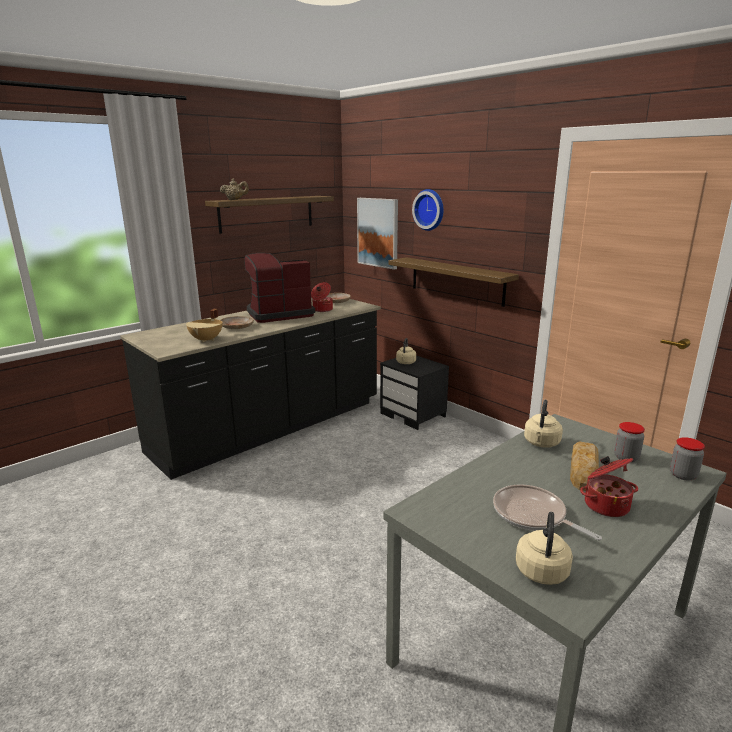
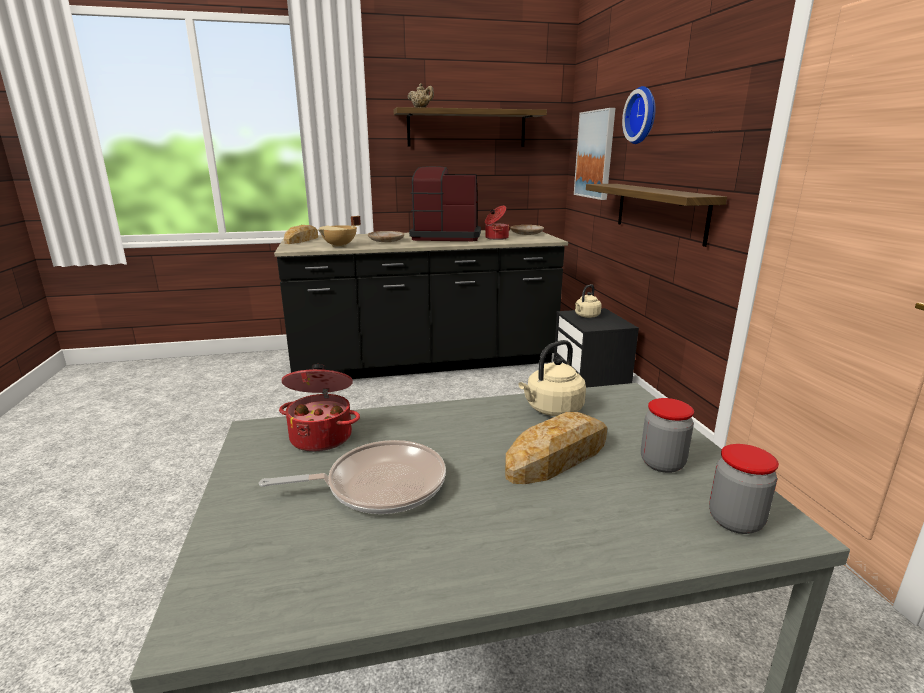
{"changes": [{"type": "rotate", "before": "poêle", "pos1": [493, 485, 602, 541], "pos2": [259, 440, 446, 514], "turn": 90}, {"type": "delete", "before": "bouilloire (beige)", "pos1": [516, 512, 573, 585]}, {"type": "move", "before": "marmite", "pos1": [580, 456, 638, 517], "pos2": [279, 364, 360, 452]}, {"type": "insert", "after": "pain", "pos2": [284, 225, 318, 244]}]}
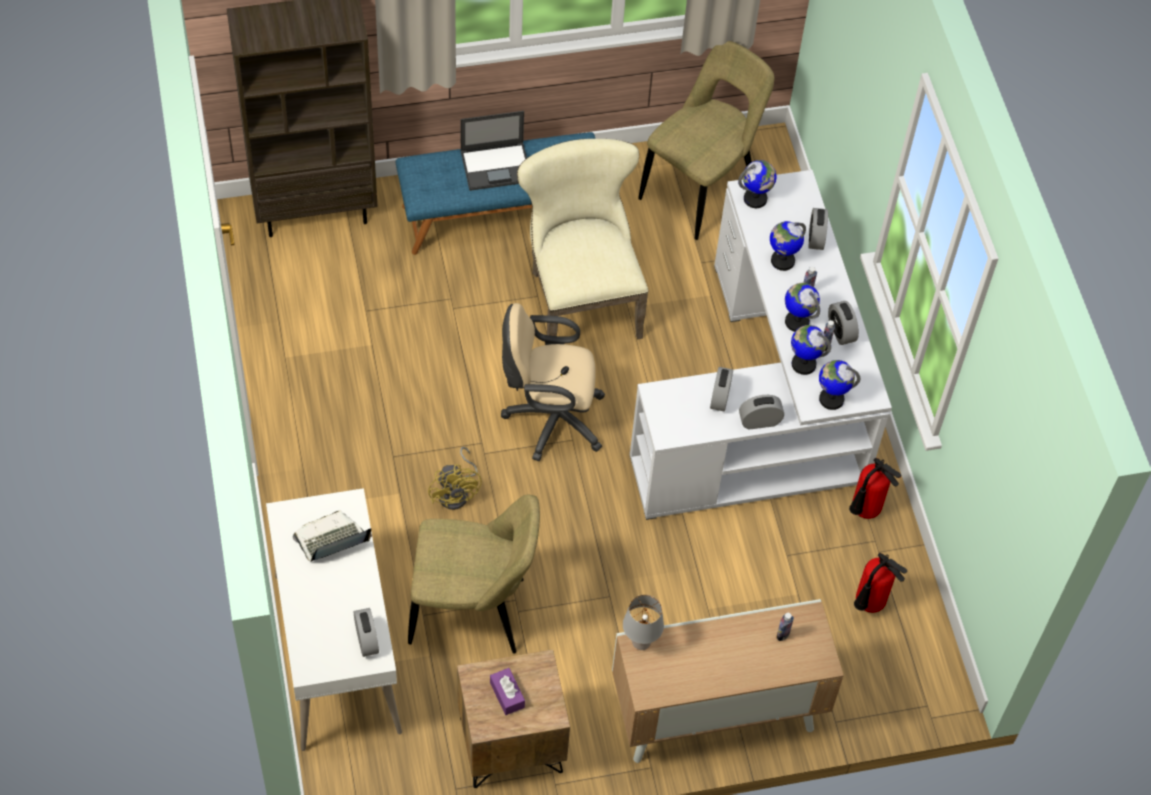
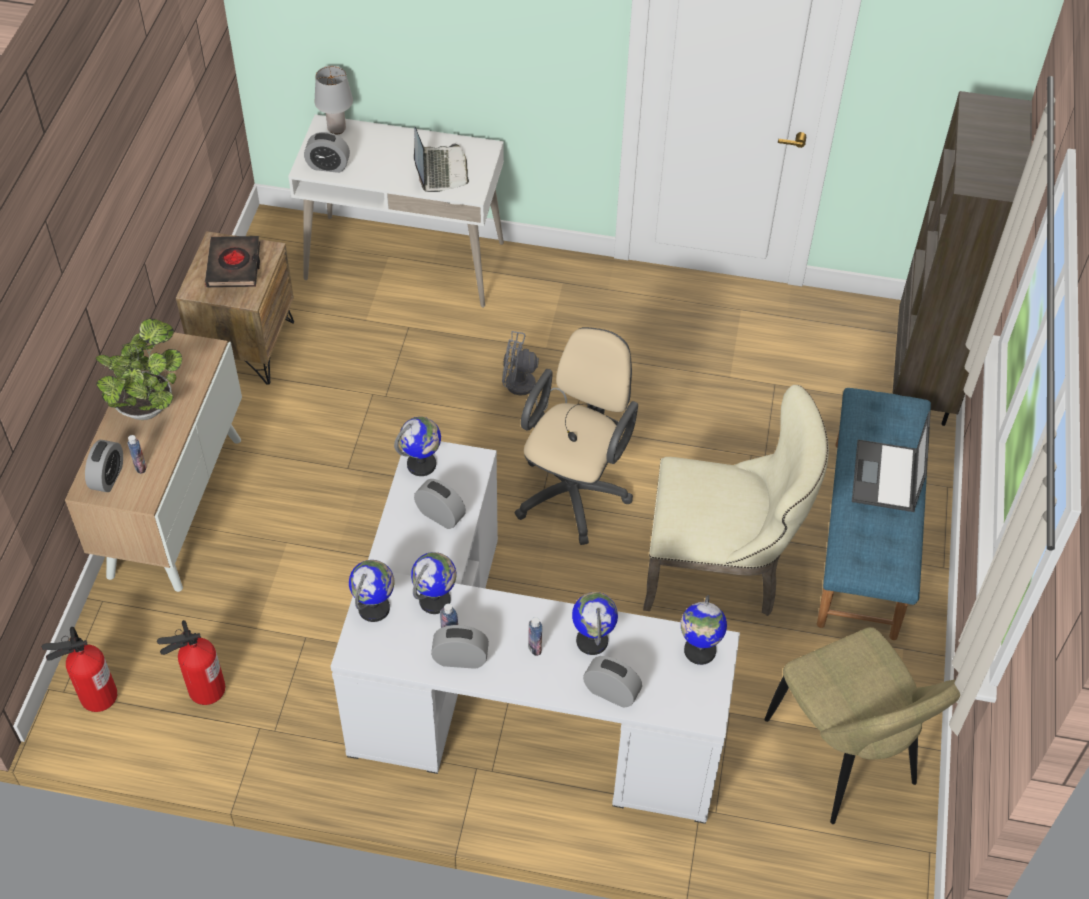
{"changes": [{"type": "delete", "before": "chaise (beige)", "pos1": [408, 495, 540, 653]}, {"type": "recolor", "before": "ventilateur (jaune)", "after": "ventilateur (gris)", "pos1": [428, 447, 482, 510], "pos2": [502, 331, 567, 411]}, {"type": "replace", "before": "boîte à mouchoirs (violet)", "after": "livre (noir)", "pos1": [490, 668, 525, 715], "pos2": [205, 236, 260, 288]}, {"type": "move", "before": "lampe de table (gris)", "pos1": [623, 595, 664, 650], "pos2": [315, 66, 353, 135]}, {"type": "move", "before": "réveil", "pos1": [739, 395, 784, 430], "pos2": [85, 440, 123, 492]}, {"type": "move", "before": "globe", "pos1": [785, 283, 820, 332], "pos2": [394, 417, 441, 476]}, {"type": "move", "before": "extincteur", "pos1": [849, 458, 901, 519], "pos2": [42, 627, 117, 712]}, {"type": "insert", "after": "plante en pot", "pos2": [95, 318, 182, 420]}]}
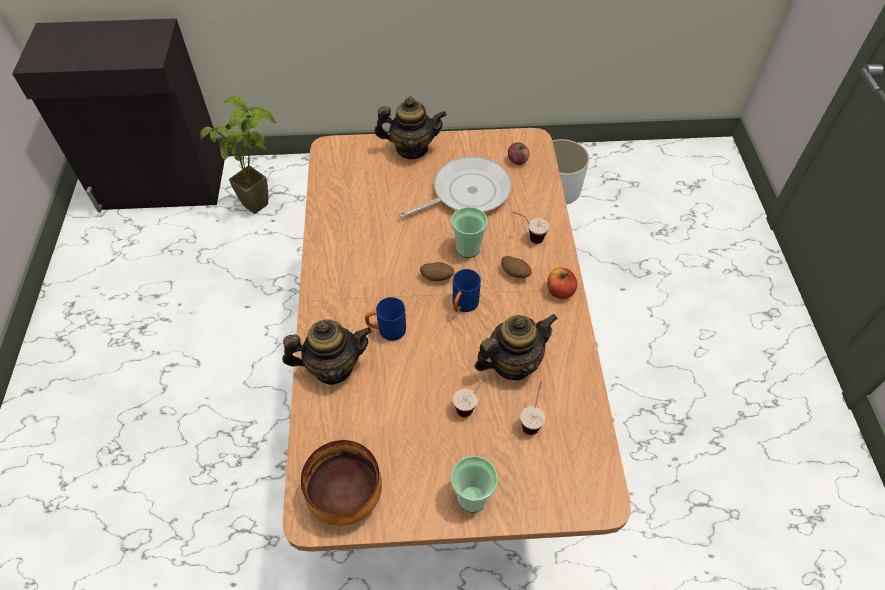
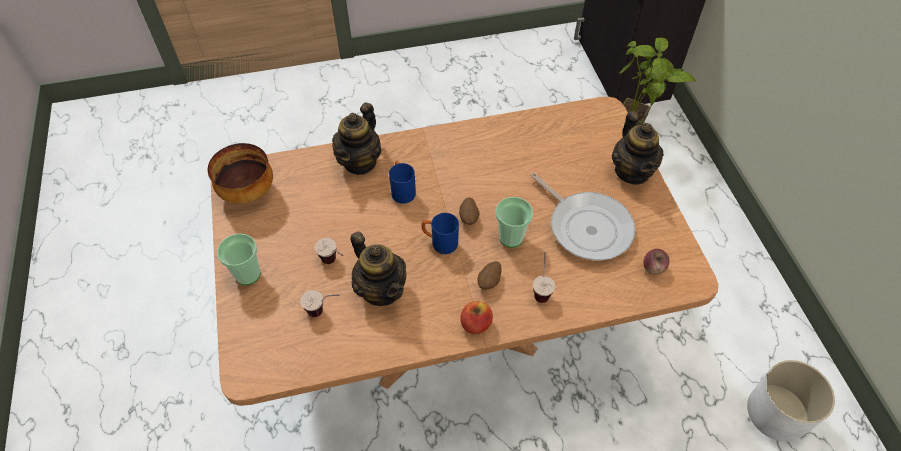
{"changes": [{"type": "rotate", "before": "théière", "pos1": [282, 319, 372, 385], "pos2": [332, 102, 382, 175], "turn": 45}]}
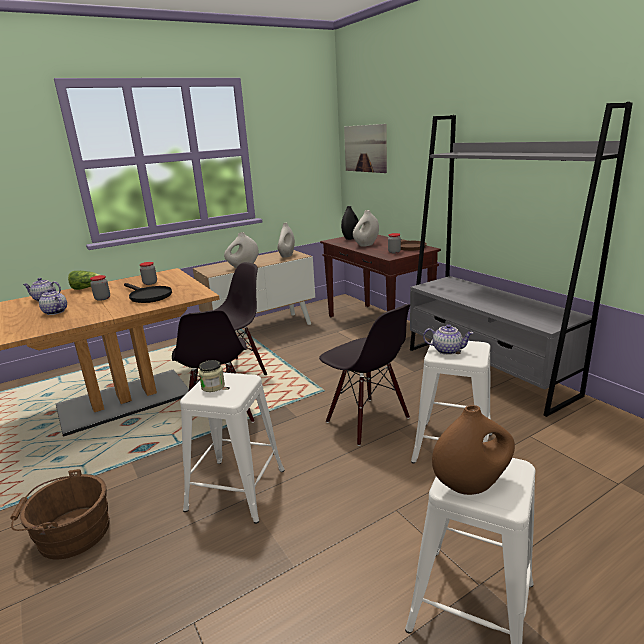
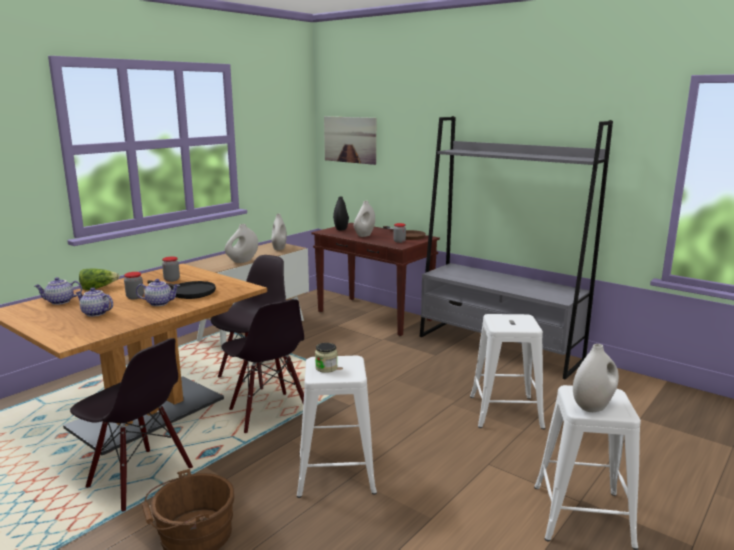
{"changes": [{"type": "move", "before": "chaise (noir)", "pos1": [319, 304, 410, 446], "pos2": [70, 338, 193, 511]}, {"type": "move", "before": "théière", "pos1": [423, 324, 473, 355], "pos2": [136, 279, 180, 306]}, {"type": "recolor", "before": "vase (marron)", "after": "vase (blanc)", "pos1": [432, 405, 515, 495], "pos2": [573, 344, 619, 412]}]}
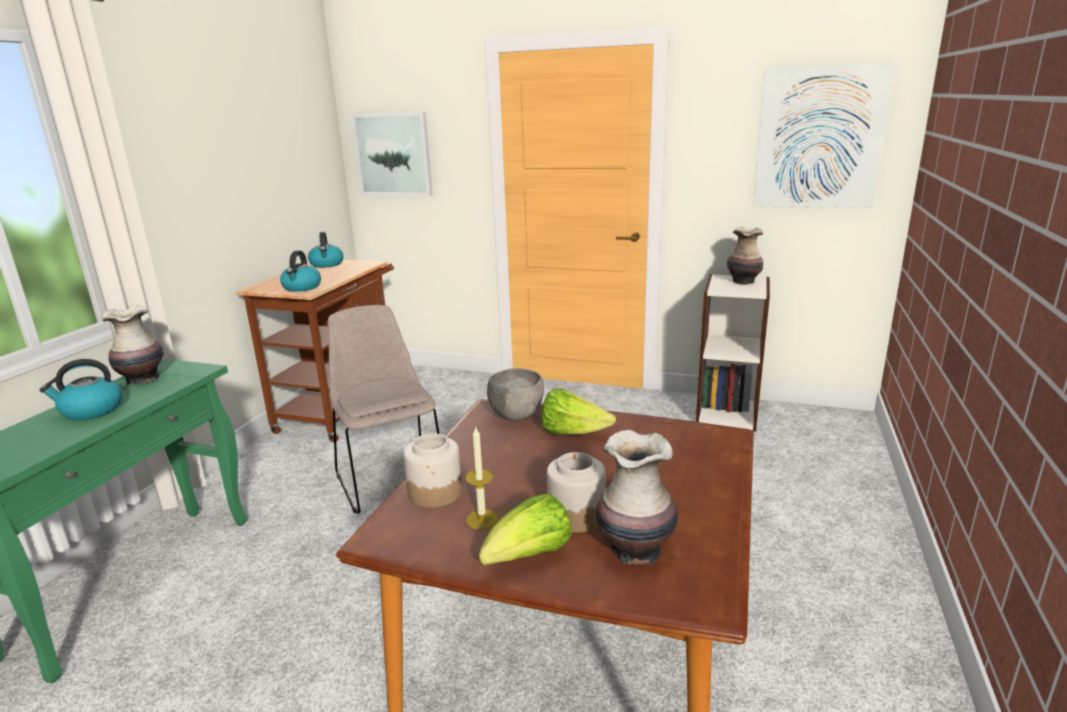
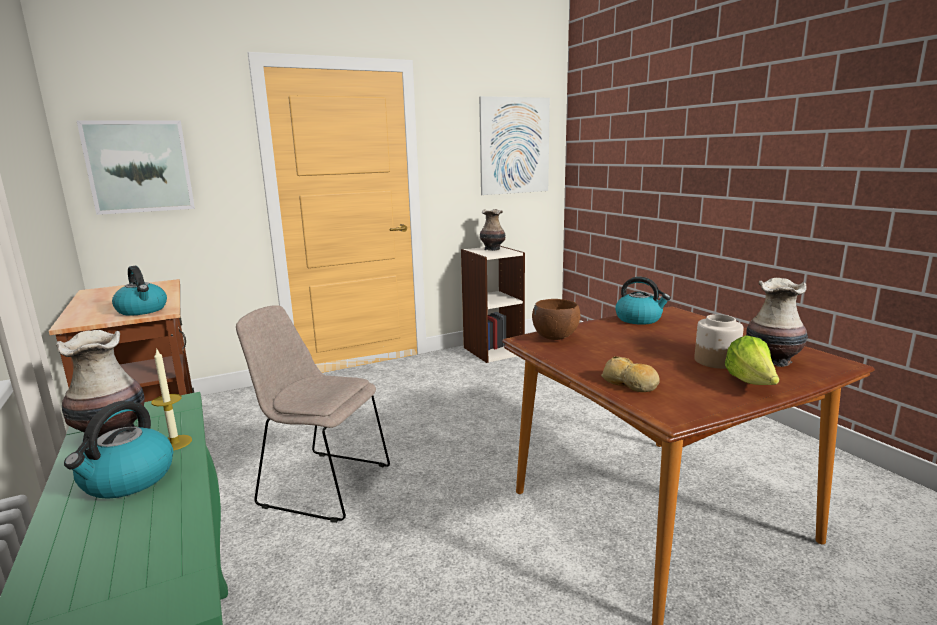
{"changes": [{"type": "move", "before": "bouilloire", "pos1": [308, 232, 344, 268], "pos2": [615, 277, 671, 325]}, {"type": "replace", "before": "bocal", "after": "pain", "pos1": [404, 434, 462, 508], "pos2": [601, 356, 660, 392]}, {"type": "move", "before": "bougie", "pos1": [465, 426, 498, 530], "pos2": [151, 348, 192, 451]}, {"type": "recolor", "before": "bol (gris)", "after": "bol (marron)", "pos1": [487, 368, 544, 420], "pos2": [532, 299, 580, 340]}, {"type": "delete", "before": "laitue", "pos1": [541, 388, 616, 435]}]}
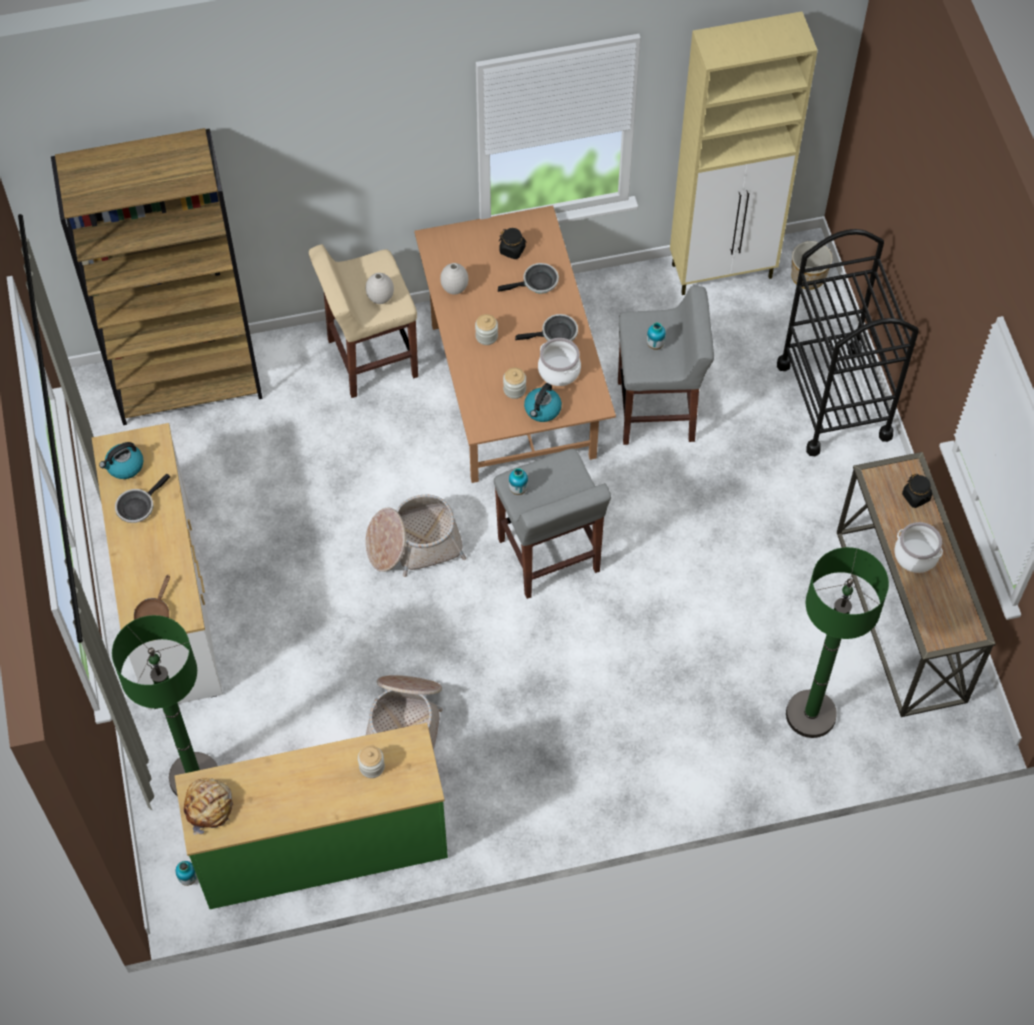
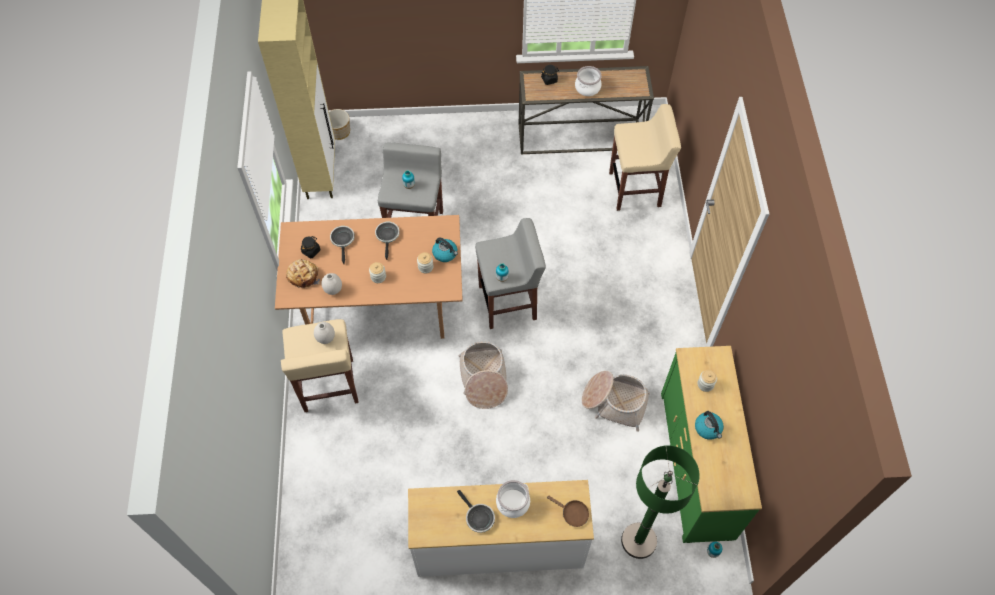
{"changes": [{"type": "delete", "before": "bibliothèque (marron)", "pos1": [51, 128, 263, 425]}, {"type": "move", "before": "bouilloire", "pos1": [99, 442, 144, 479], "pos2": [695, 411, 724, 440]}, {"type": "move", "before": "pain", "pos1": [184, 778, 233, 835], "pos2": [286, 259, 320, 288]}, {"type": "move", "before": "marmite", "pos1": [538, 338, 581, 386], "pos2": [496, 480, 530, 518]}, {"type": "delete", "before": "chariot (noir)", "pos1": [777, 229, 919, 456]}, {"type": "replace", "before": "lampadaire (vert)", "after": "tabouret (beige)", "pos1": [786, 547, 889, 738], "pos2": [609, 104, 681, 211]}]}
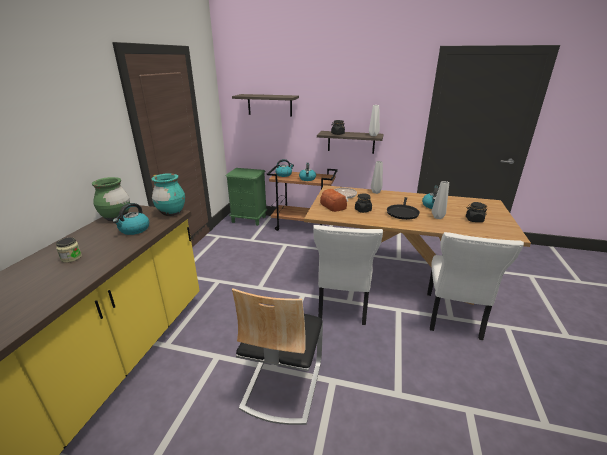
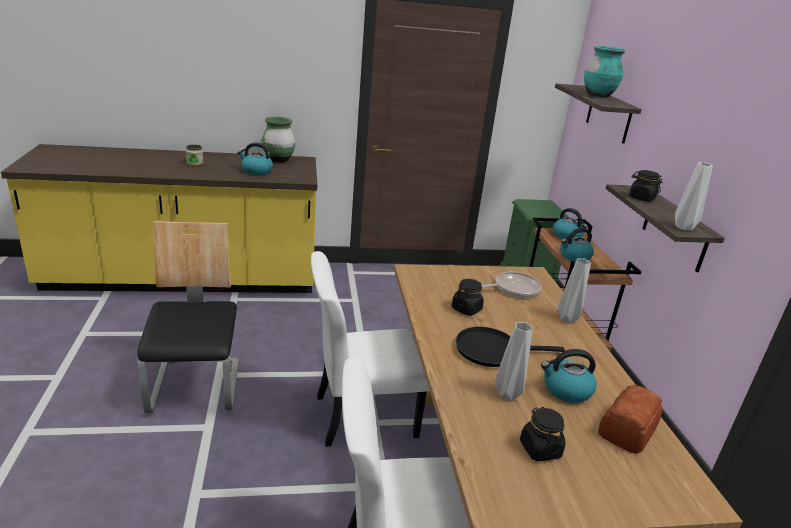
{"changes": [{"type": "move", "before": "vase (turquoise)", "pos1": [152, 173, 185, 216], "pos2": [584, 46, 625, 98]}, {"type": "rotate", "before": "chaise", "pos1": [232, 288, 323, 425], "pos2": [138, 221, 239, 413], "turn": 90}, {"type": "move", "before": "pain", "pos1": [320, 189, 347, 212], "pos2": [598, 385, 663, 454]}]}
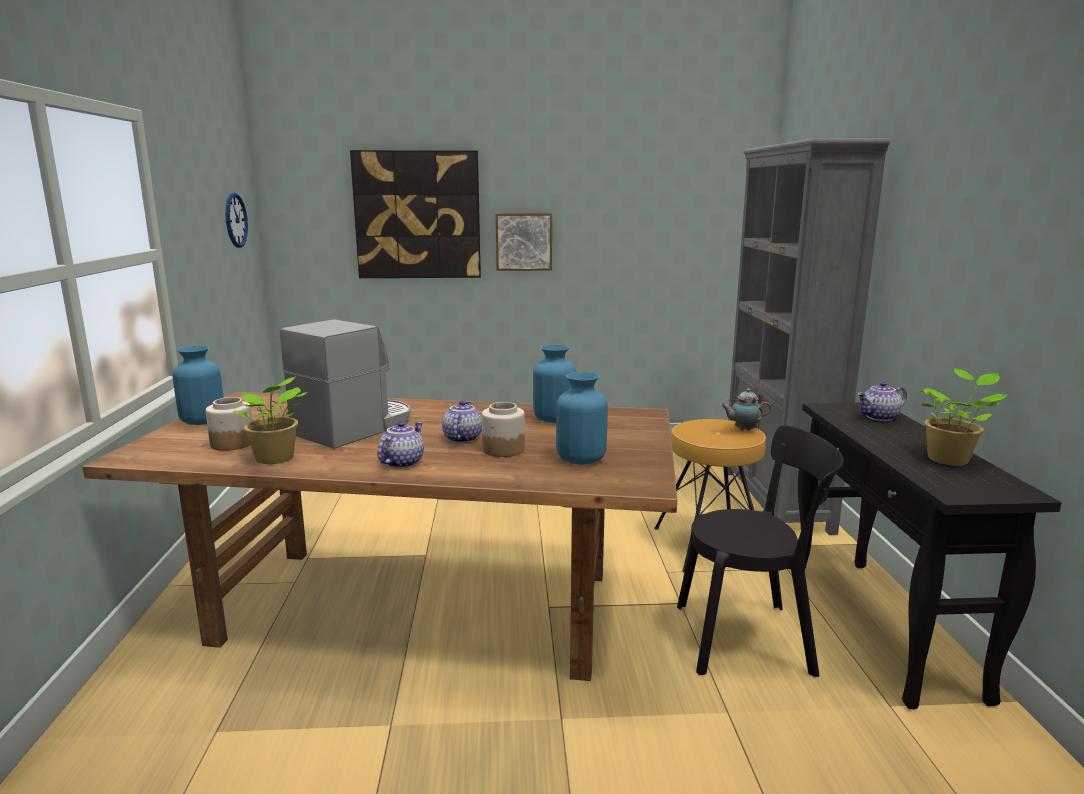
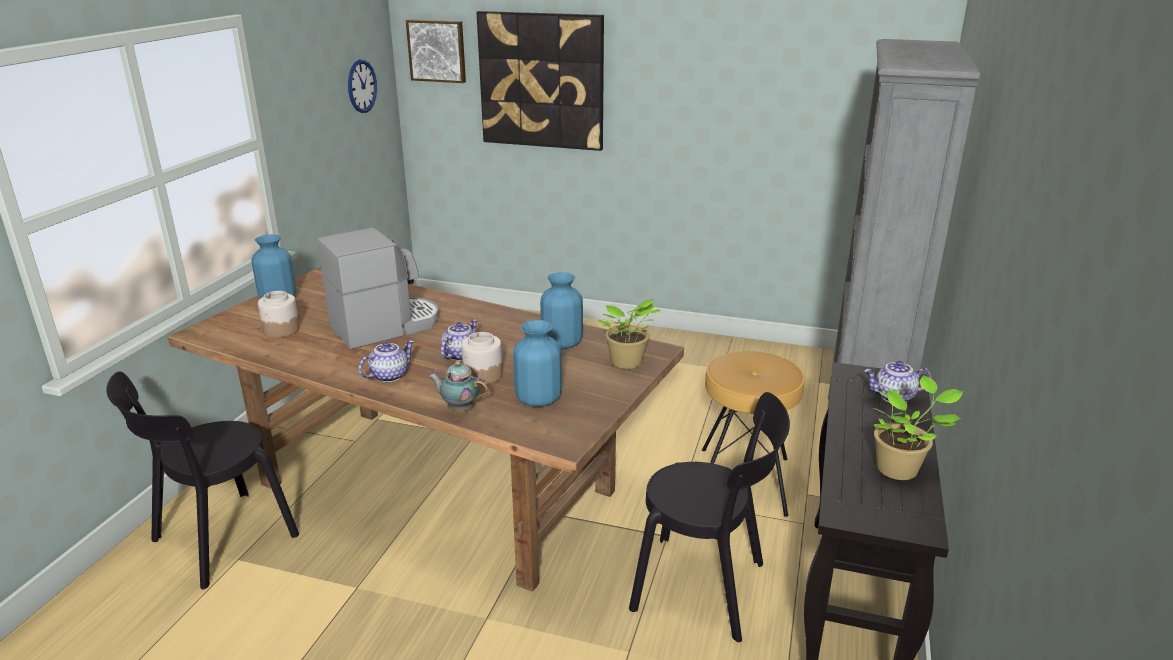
{"changes": [{"type": "move", "before": "plante en pot", "pos1": [233, 376, 308, 464], "pos2": [598, 299, 660, 369]}, {"type": "move", "before": "tableau", "pos1": [496, 213, 552, 271], "pos2": [406, 19, 466, 83]}, {"type": "move", "before": "théière", "pos1": [720, 388, 772, 430], "pos2": [428, 361, 488, 411]}, {"type": "insert", "after": "chaise (noir)", "pos2": [107, 371, 299, 590]}]}
